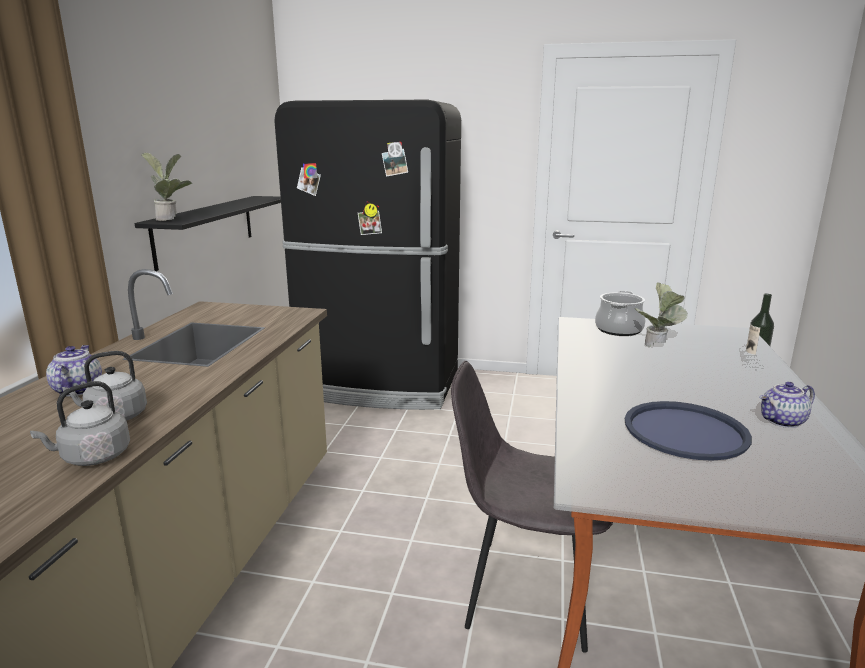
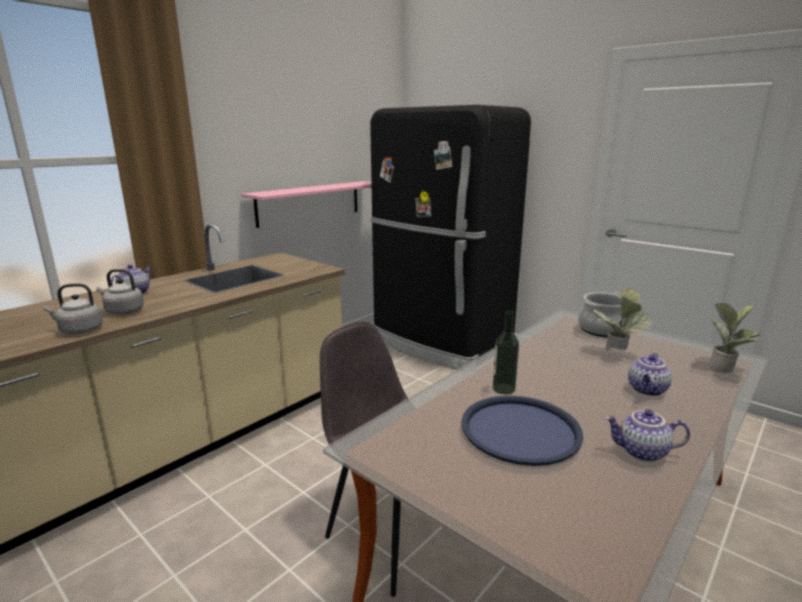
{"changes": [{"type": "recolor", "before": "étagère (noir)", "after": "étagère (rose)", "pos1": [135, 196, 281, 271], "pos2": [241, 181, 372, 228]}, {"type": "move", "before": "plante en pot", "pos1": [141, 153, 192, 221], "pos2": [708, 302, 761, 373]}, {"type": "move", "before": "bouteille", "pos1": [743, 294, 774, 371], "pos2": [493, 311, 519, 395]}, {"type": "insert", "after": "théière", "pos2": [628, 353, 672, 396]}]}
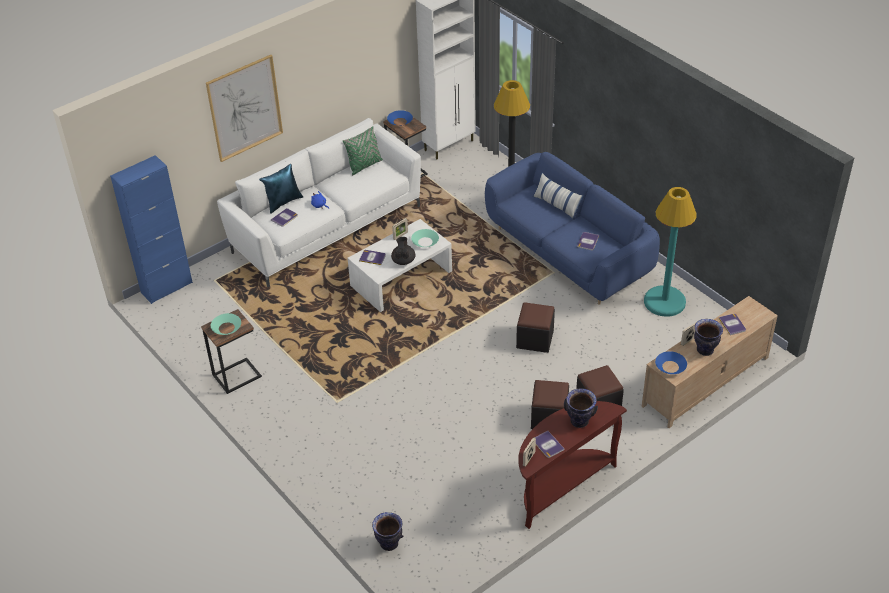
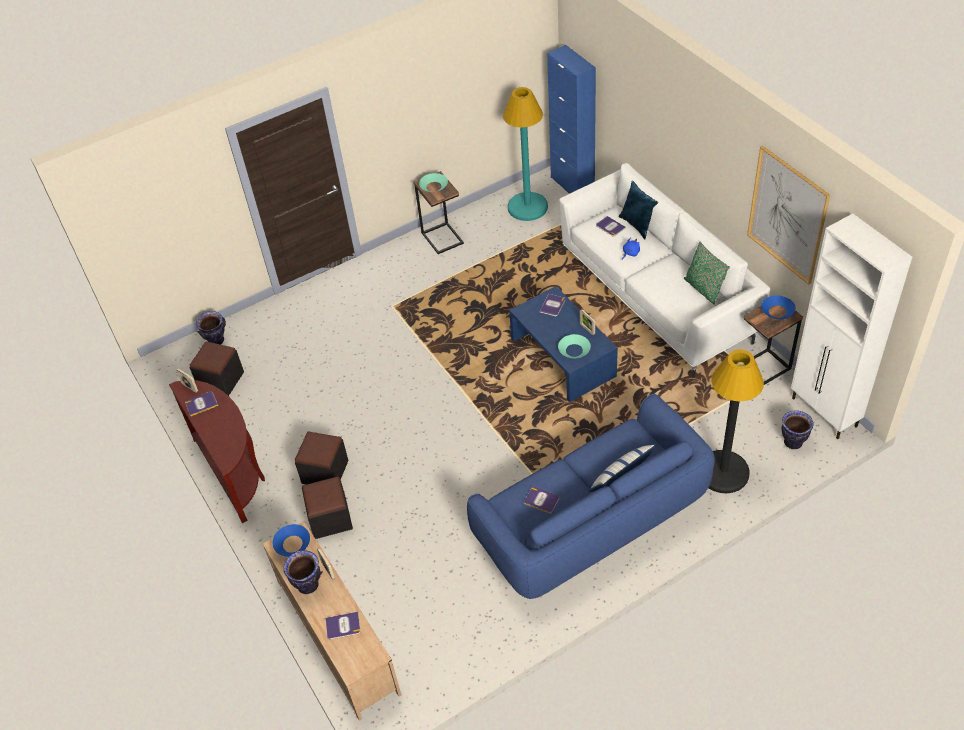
{"changes": [{"type": "move", "before": "tableau", "pos1": [206, 55, 283, 162], "pos2": [747, 146, 830, 285]}, {"type": "recolor", "before": "table basse (blanc)", "after": "table basse (bleu)", "pos1": [348, 219, 452, 312], "pos2": [509, 286, 618, 402]}, {"type": "delete", "before": "théière (noir)", "pos1": [391, 237, 415, 265]}, {"type": "move", "before": "pouf (noir)", "pos1": [516, 302, 555, 353], "pos2": [190, 341, 244, 396]}, {"type": "move", "before": "vase", "pos1": [564, 388, 598, 428], "pos2": [782, 410, 814, 449]}, {"type": "move", "before": "lampadaire (turquoise)", "pos1": [644, 187, 697, 317], "pos2": [503, 87, 548, 221]}]}
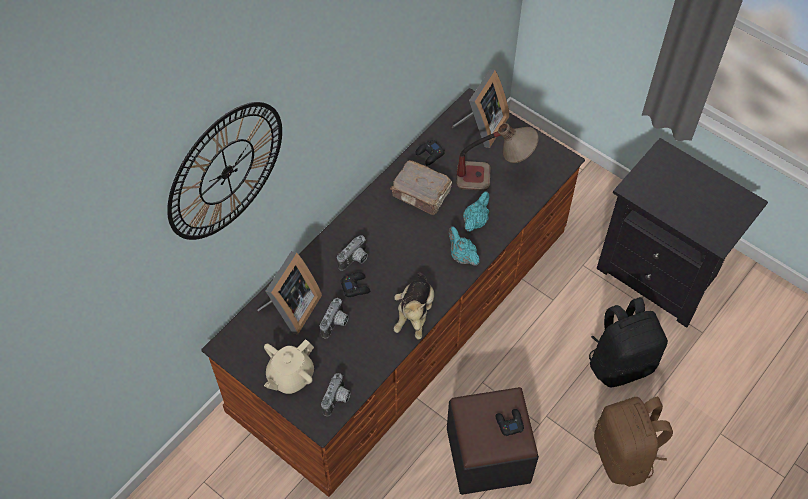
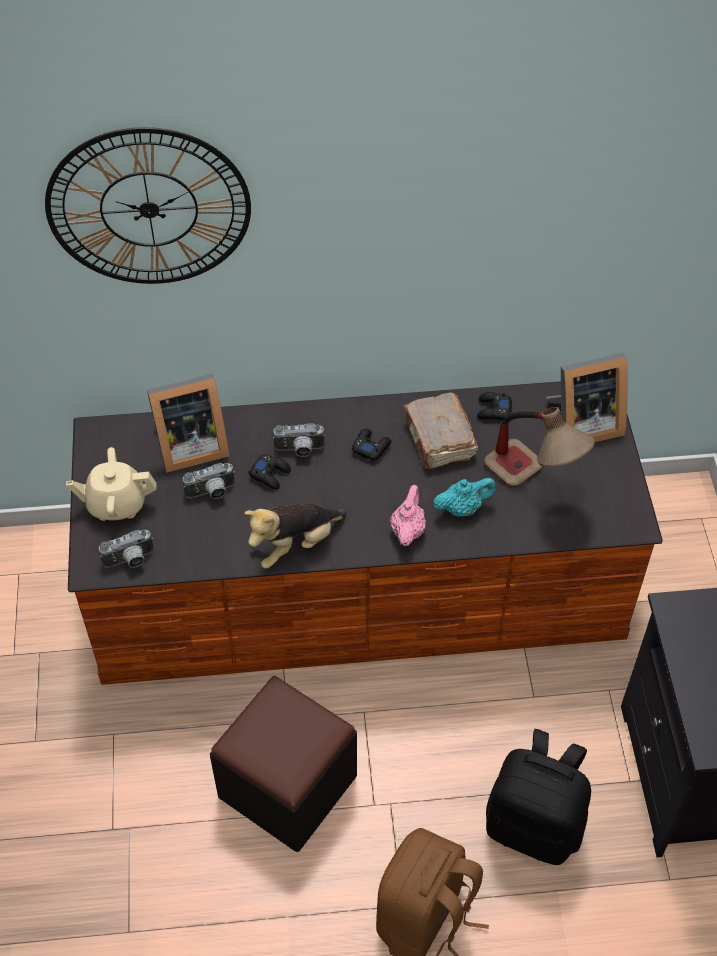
{"changes": [{"type": "recolor", "before": "théière (turquoise)", "after": "théière (rose)", "pos1": [449, 226, 479, 265], "pos2": [390, 485, 426, 546]}, {"type": "move", "before": "manette (noir)", "pos1": [495, 409, 524, 436], "pos2": [352, 429, 391, 461]}]}
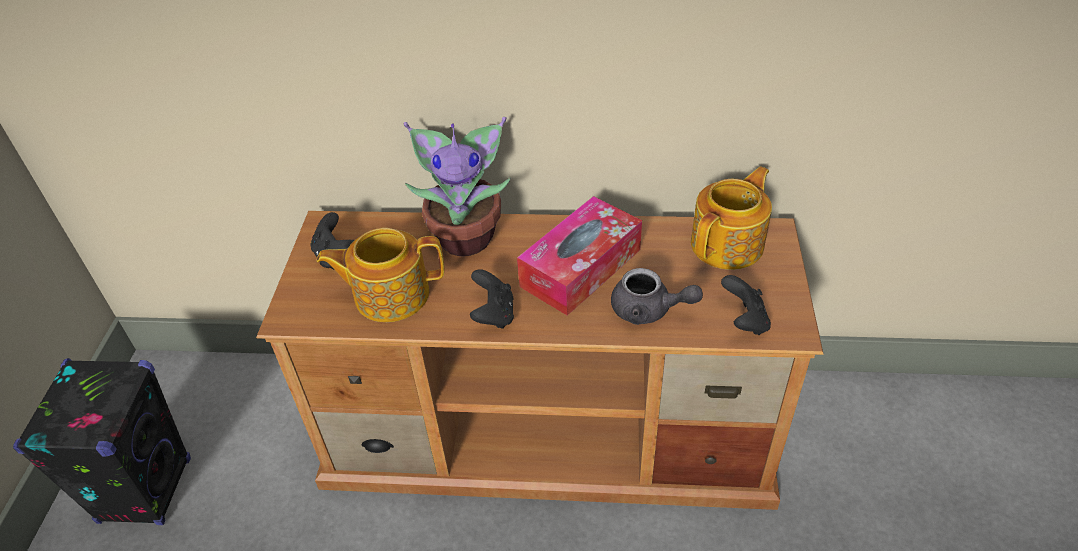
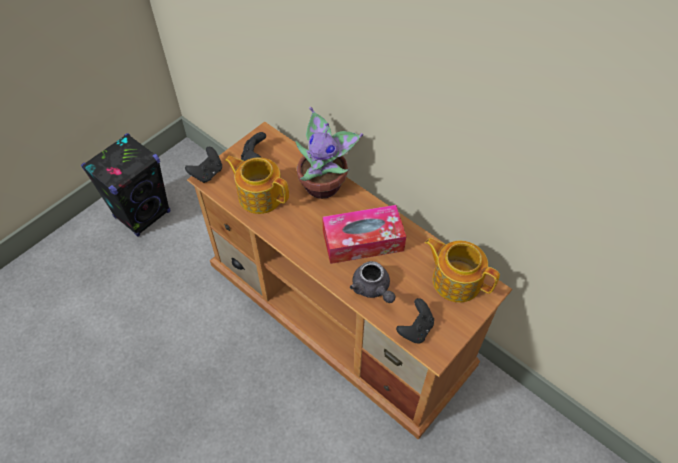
{"changes": [{"type": "move", "before": "manette (noir)", "pos1": [470, 269, 514, 329], "pos2": [185, 147, 222, 183]}, {"type": "rotate", "before": "théière", "pos1": [691, 166, 772, 270], "pos2": [425, 238, 500, 303], "turn": -135}]}
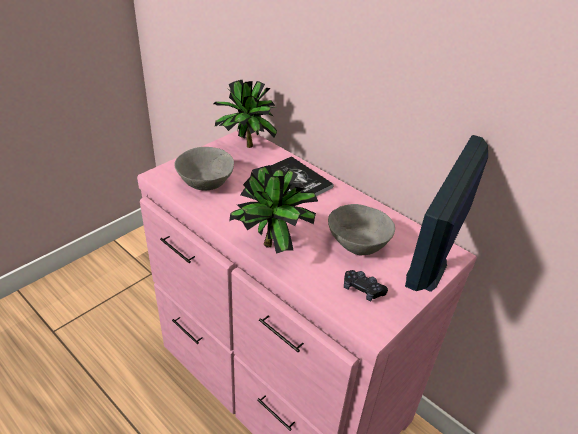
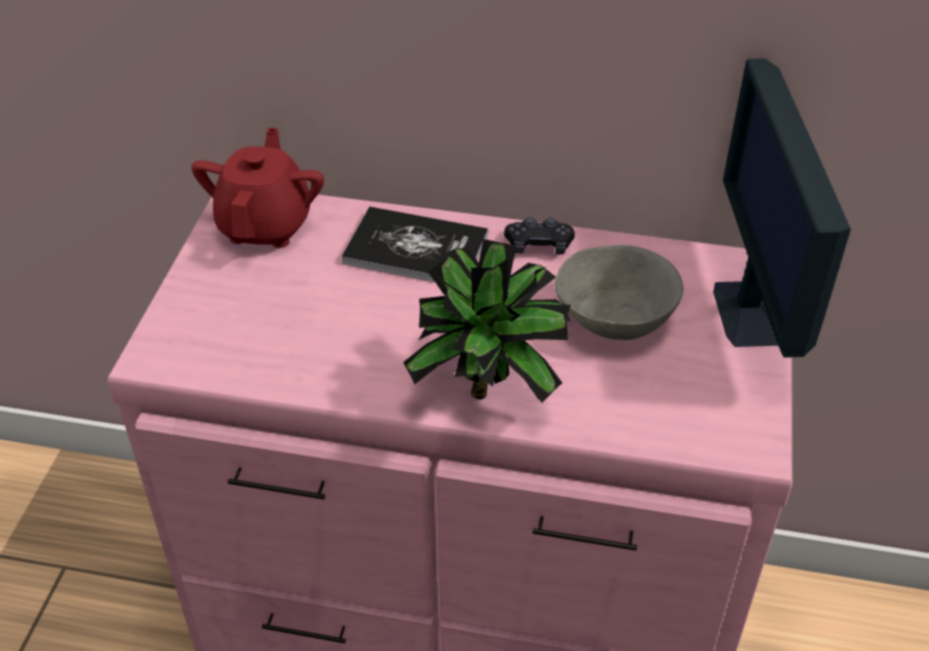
{"changes": [{"type": "delete", "before": "bol (gris)", "pos1": [174, 147, 234, 190]}, {"type": "replace", "before": "plante en pot", "after": "théière (rouge)", "pos1": [213, 80, 277, 148], "pos2": [191, 128, 324, 248]}, {"type": "move", "before": "manette (noir)", "pos1": [344, 270, 388, 301], "pos2": [504, 217, 575, 254]}]}
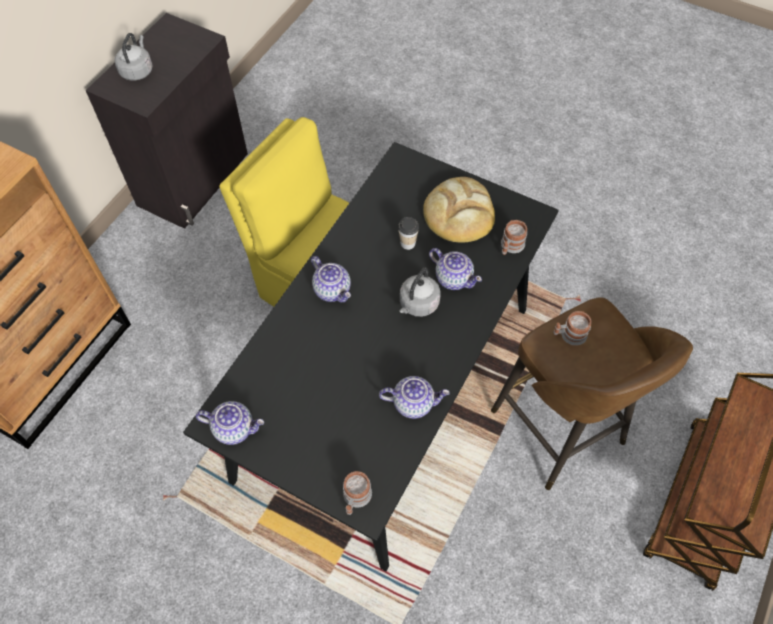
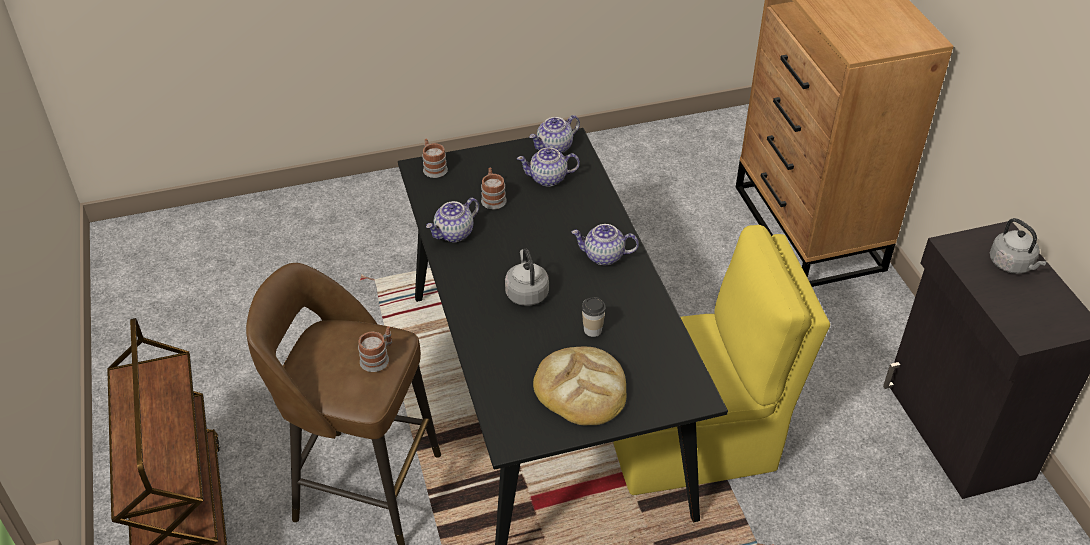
{"changes": [{"type": "move", "before": "théière", "pos1": [429, 248, 482, 290], "pos2": [517, 148, 580, 187]}, {"type": "move", "before": "mug", "pos1": [501, 220, 527, 255], "pos2": [481, 168, 507, 209]}]}
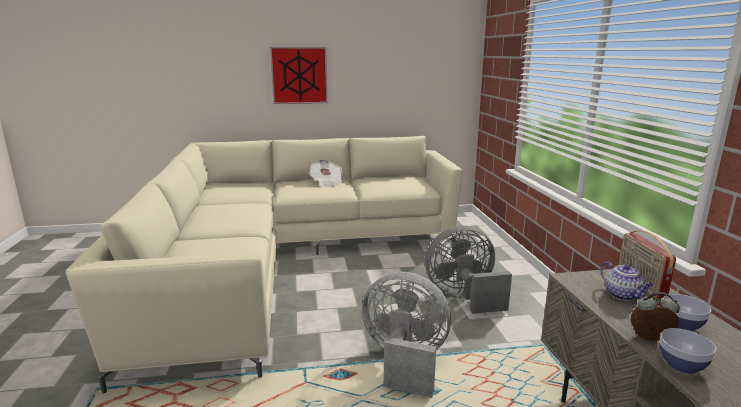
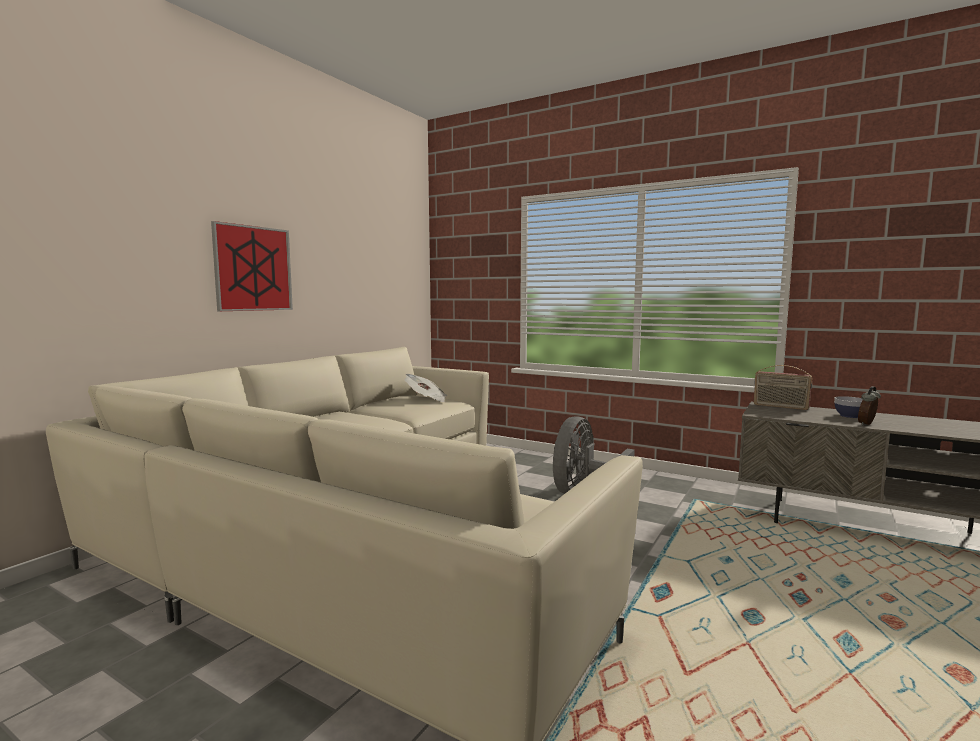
{"changes": [{"type": "move", "before": "journal", "pos1": [309, 160, 343, 188], "pos2": [404, 374, 447, 402]}, {"type": "delete", "before": "ventilateur (gris)", "pos1": [362, 272, 451, 398]}, {"type": "delete", "before": "théière", "pos1": [600, 262, 653, 301]}, {"type": "delete", "before": "bol", "pos1": [660, 328, 716, 374]}]}
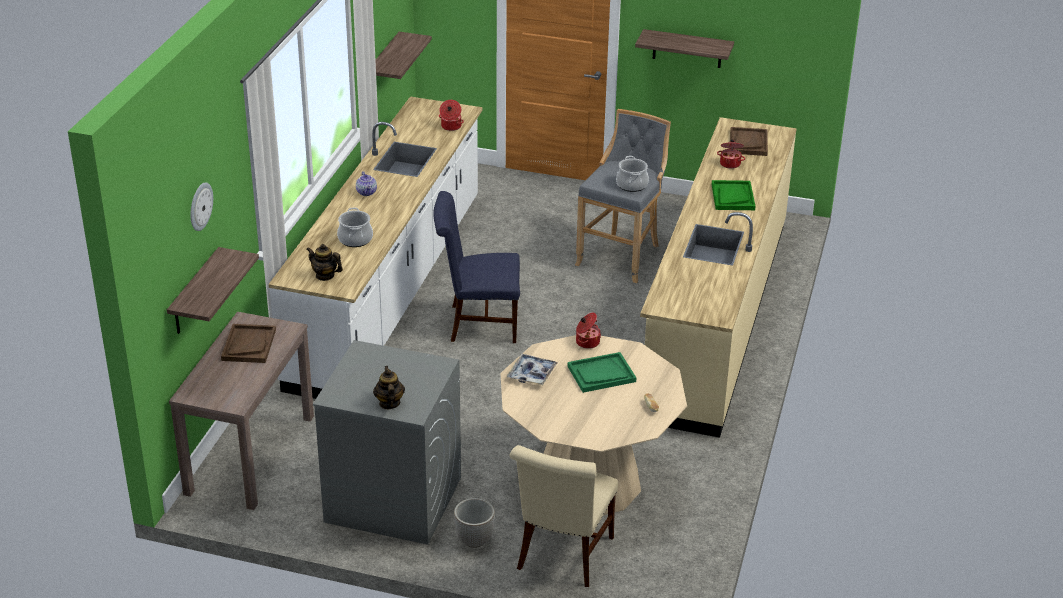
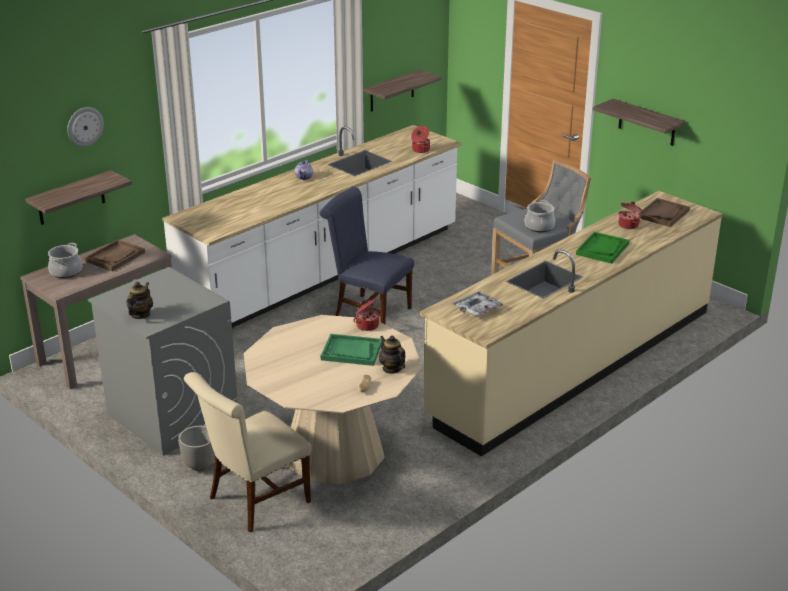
{"changes": [{"type": "move", "before": "théière", "pos1": [307, 244, 343, 281], "pos2": [379, 335, 405, 374]}, {"type": "move", "before": "marmite", "pos1": [337, 208, 373, 247], "pos2": [48, 243, 82, 278]}, {"type": "move", "before": "plateau", "pos1": [507, 354, 557, 386], "pos2": [452, 291, 503, 317]}]}
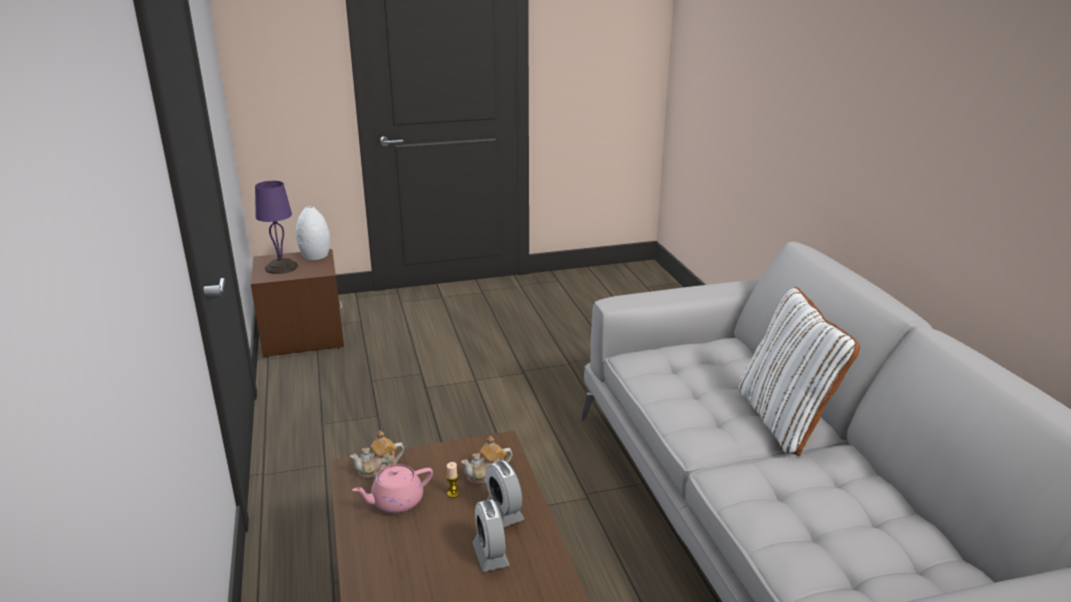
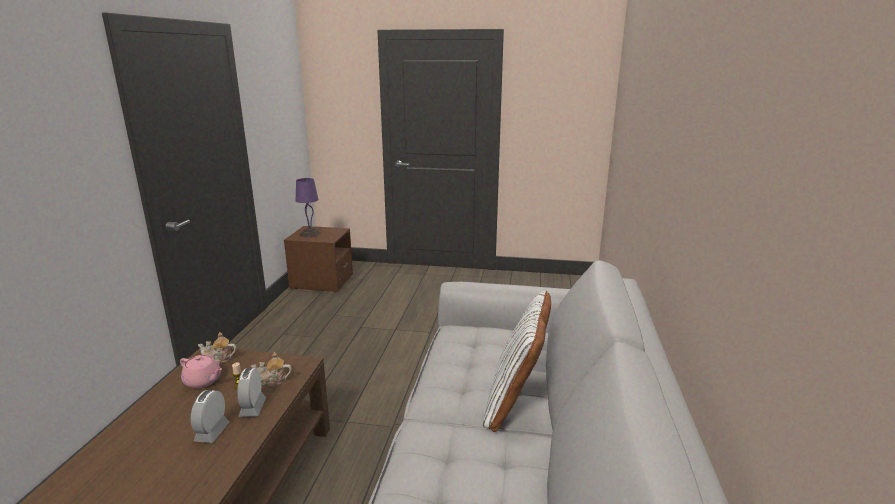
{"changes": [{"type": "delete", "before": "vase (blanc)", "pos1": [296, 206, 330, 260]}, {"type": "rotate", "before": "théière (rose)", "pos1": [352, 464, 433, 514], "pos2": [180, 355, 222, 388], "turn": -150}]}
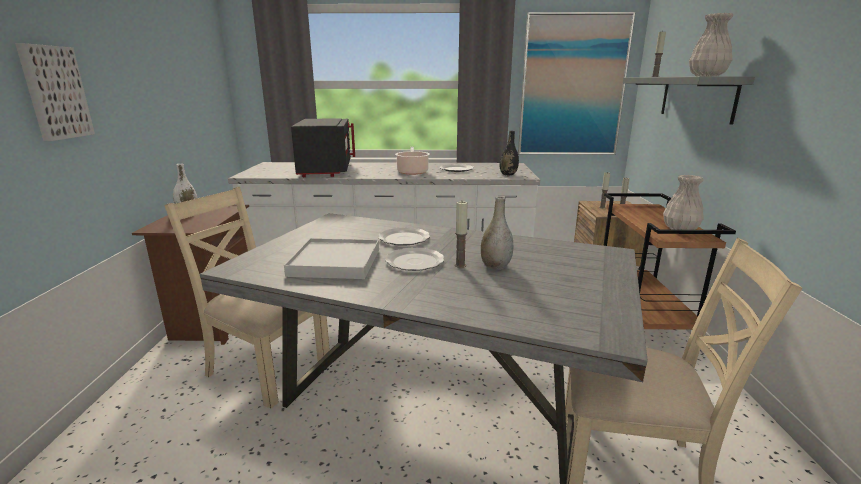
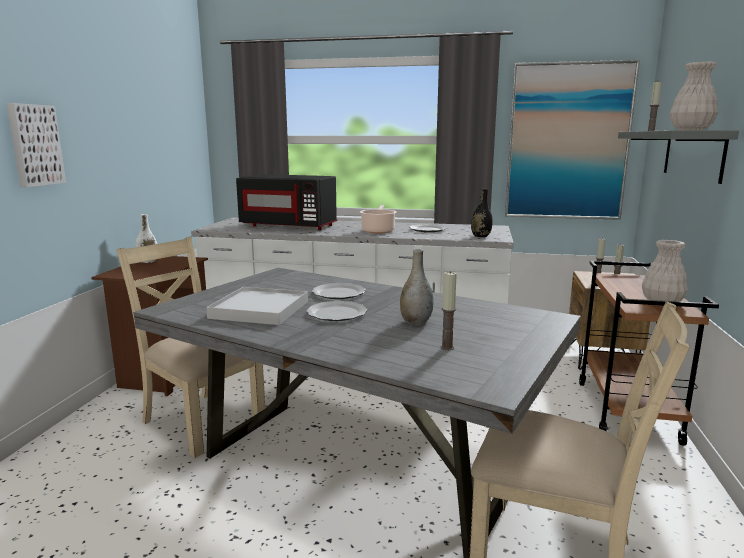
{"changes": [{"type": "rotate", "before": "micro-ondes (noir)", "pos1": [291, 118, 355, 177], "pos2": [236, 174, 337, 230], "turn": 105}, {"type": "move", "before": "bougie", "pos1": [455, 201, 468, 268], "pos2": [441, 272, 457, 350]}]}
